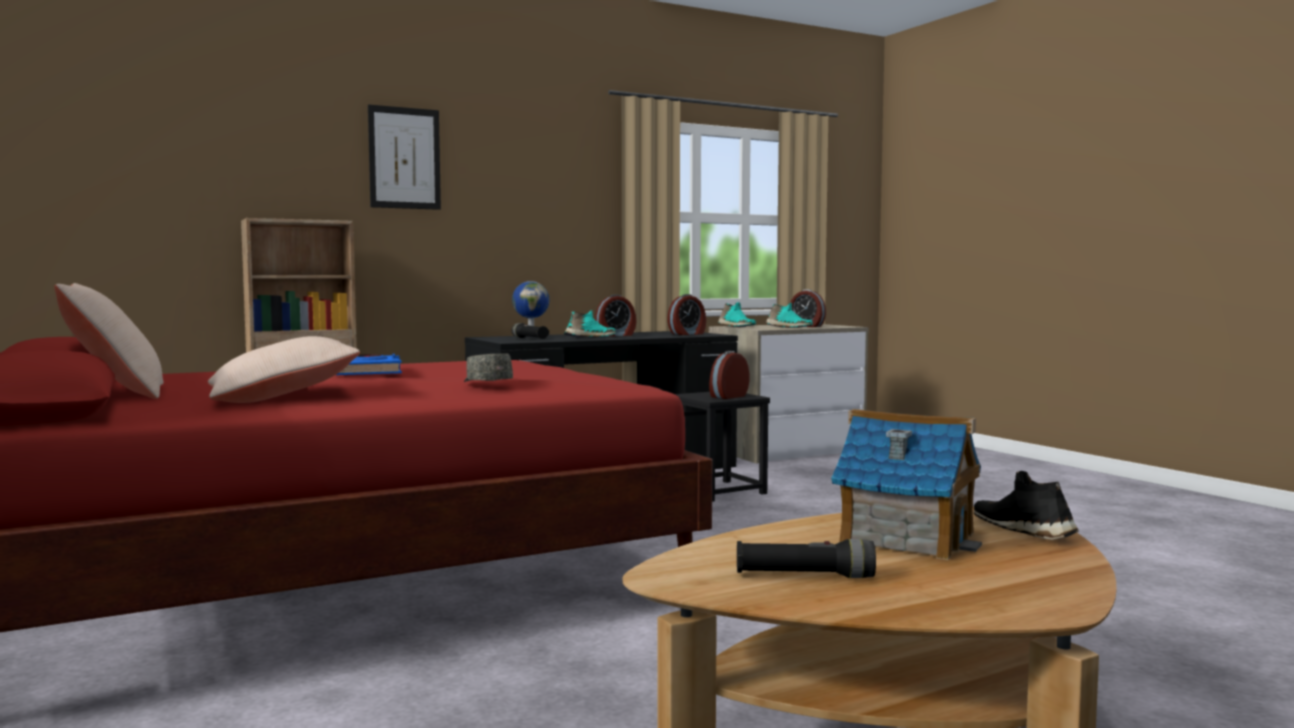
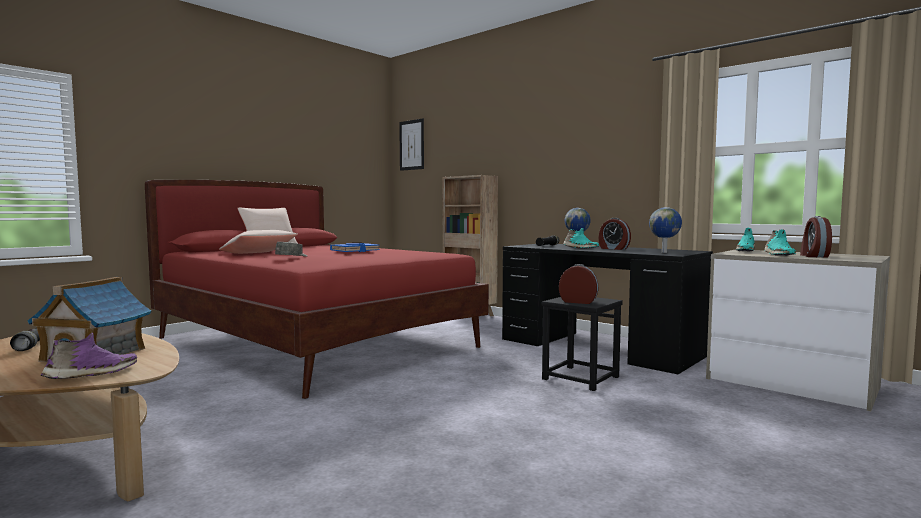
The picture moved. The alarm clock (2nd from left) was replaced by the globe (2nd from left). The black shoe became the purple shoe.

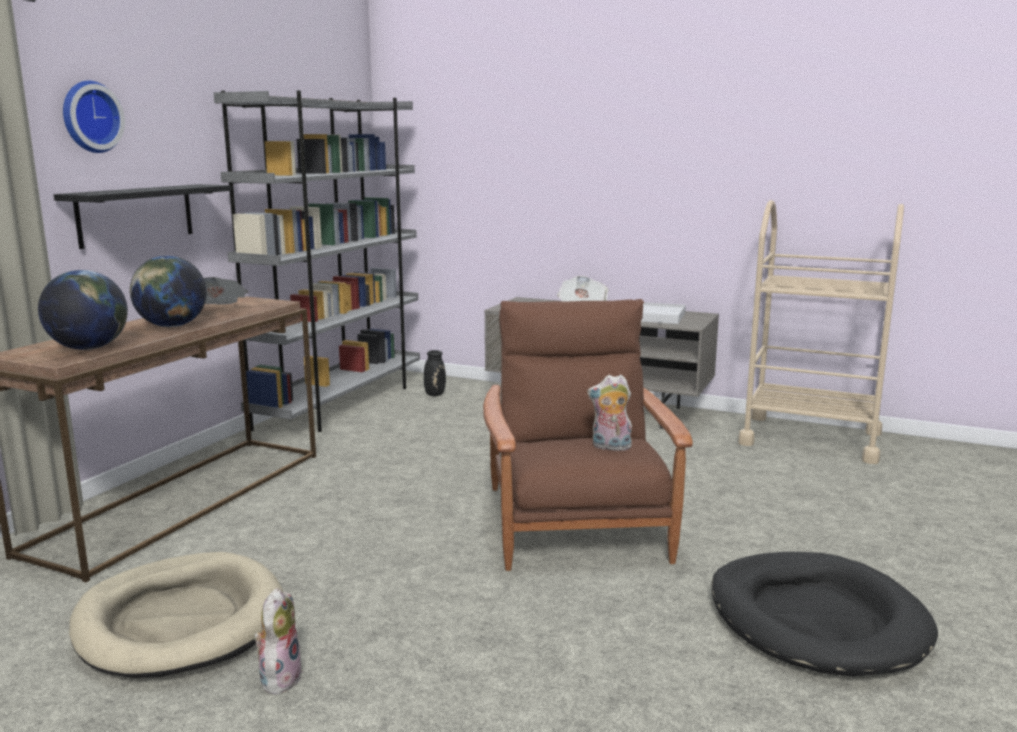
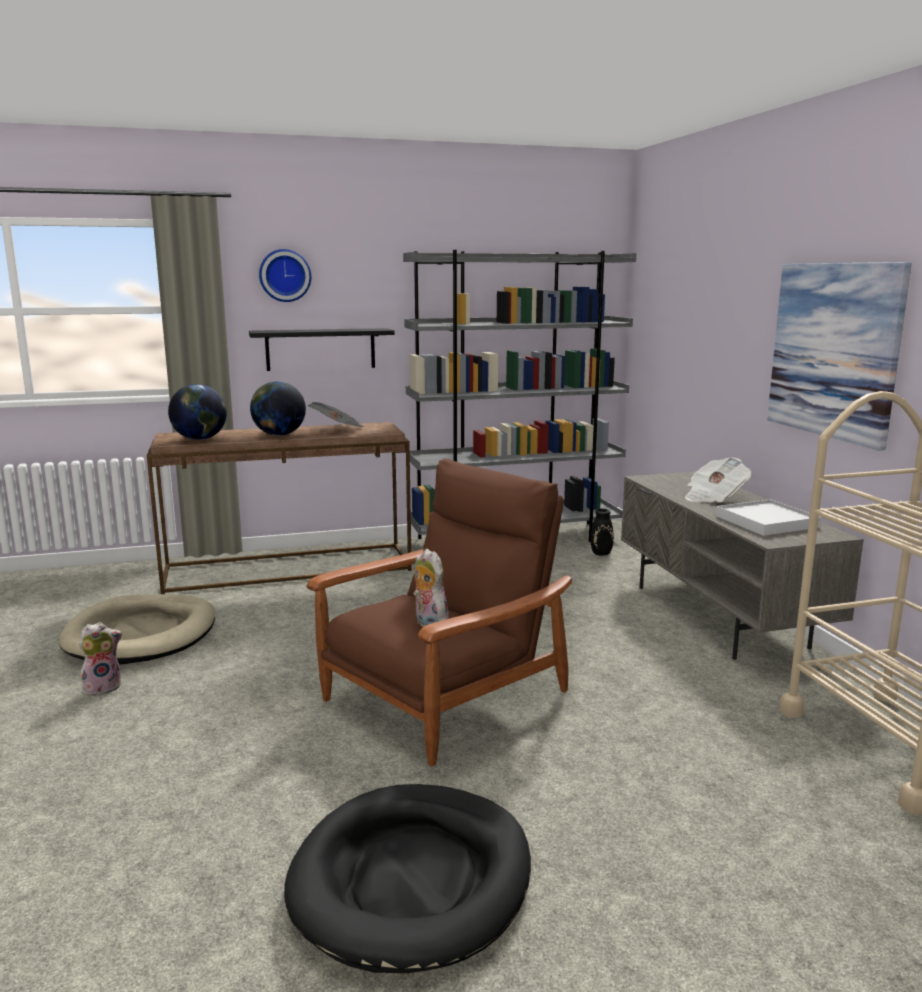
The picture appeared.

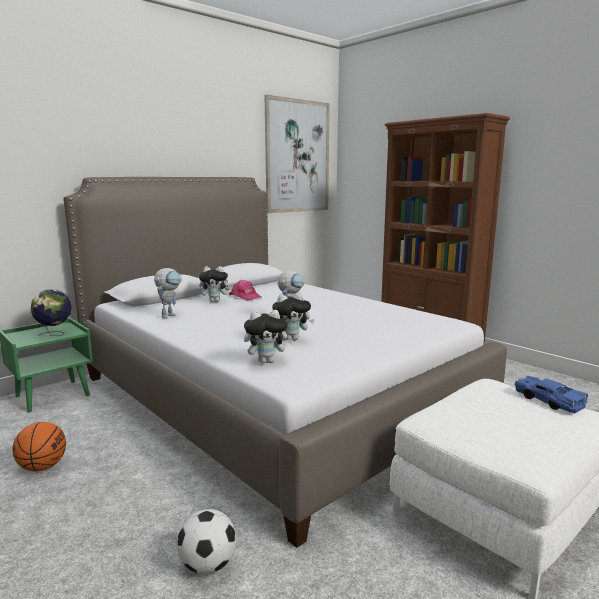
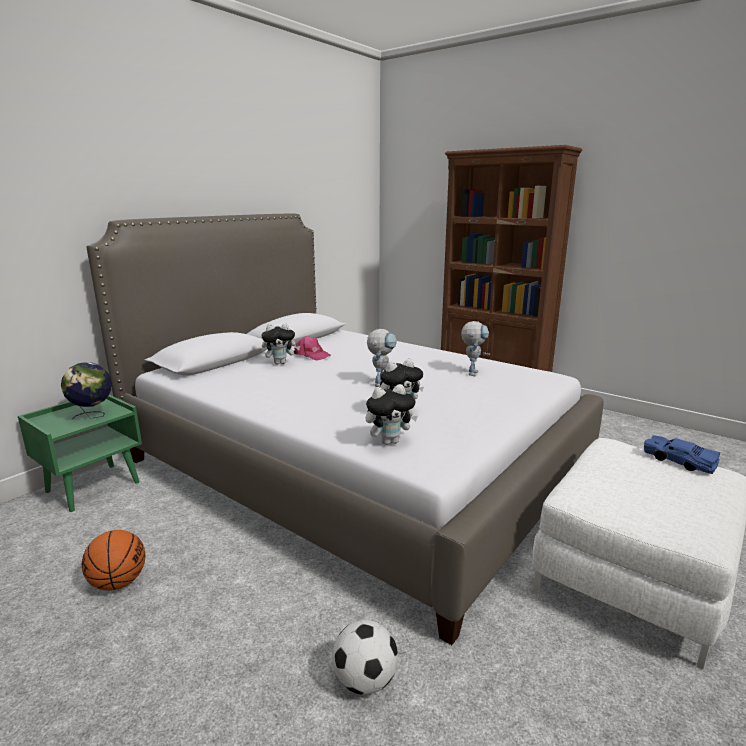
The toy robot (1st from left in the first image) moved. The picture disappeared.

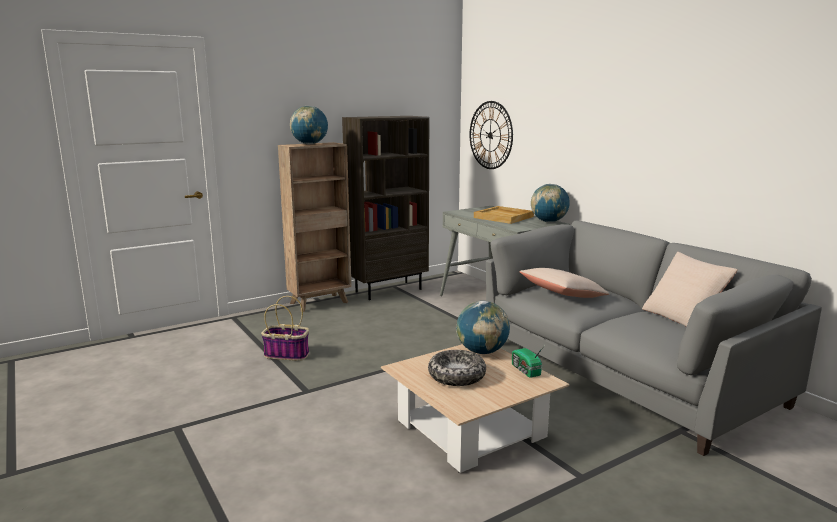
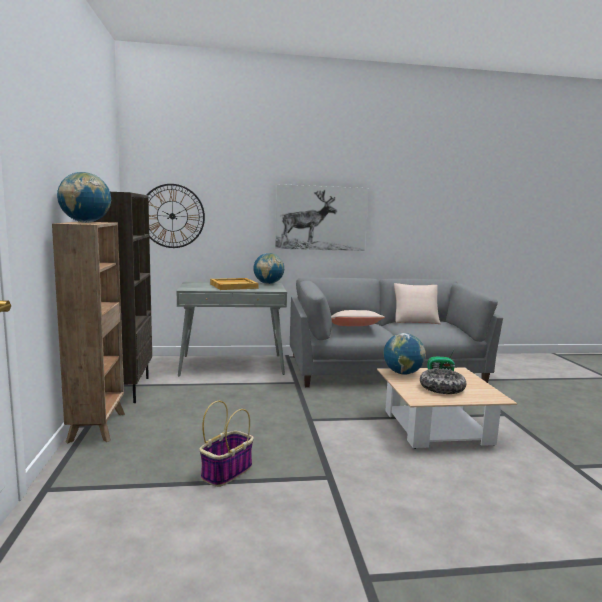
The picture appeared.

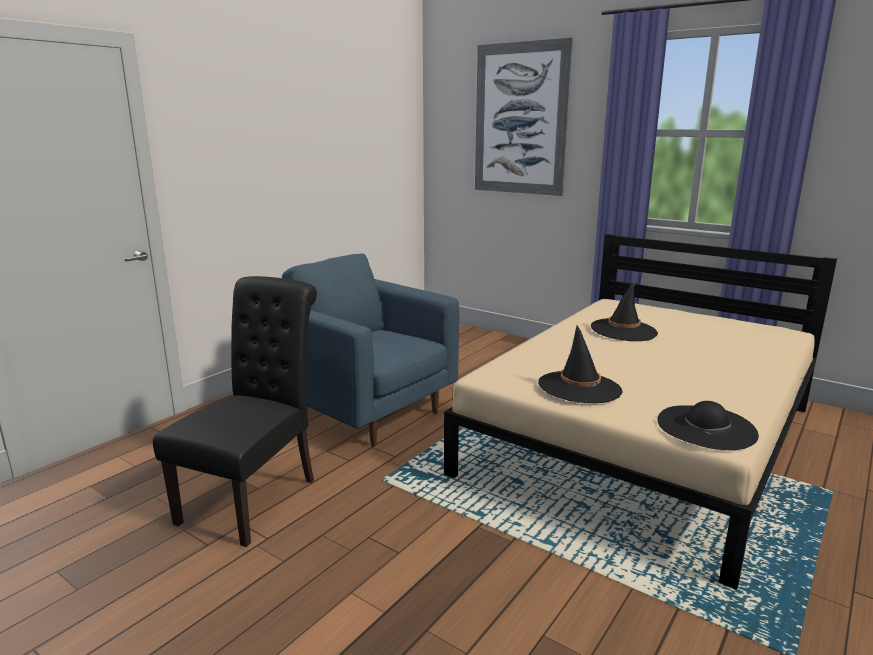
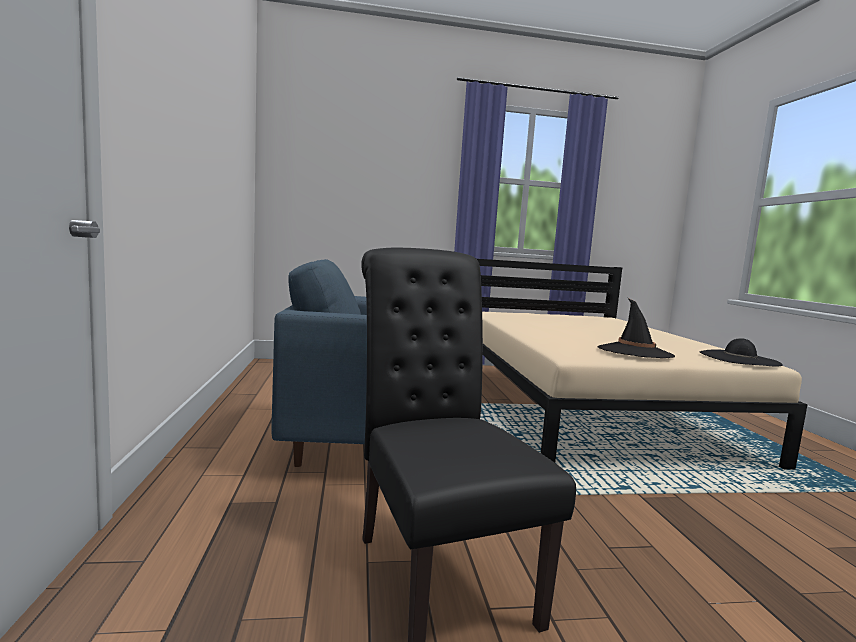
The picture disappeared. The black hat (2nd from left) disappeared.

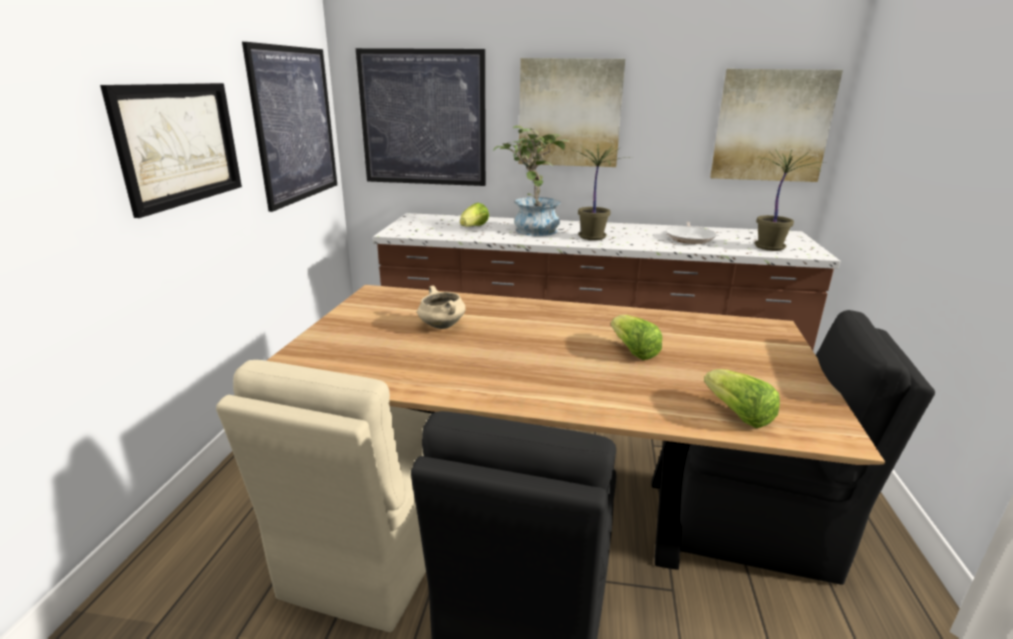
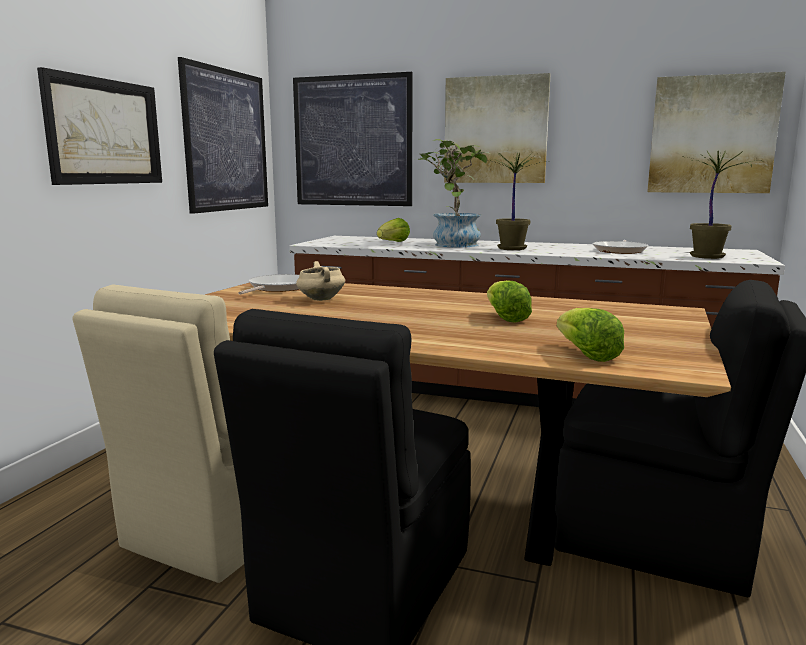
The frying pan (1st from left) appeared.

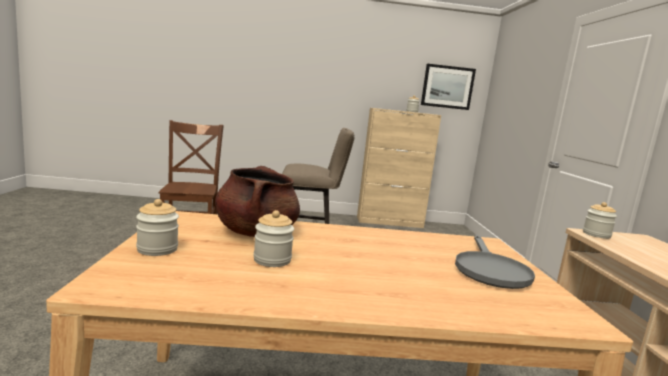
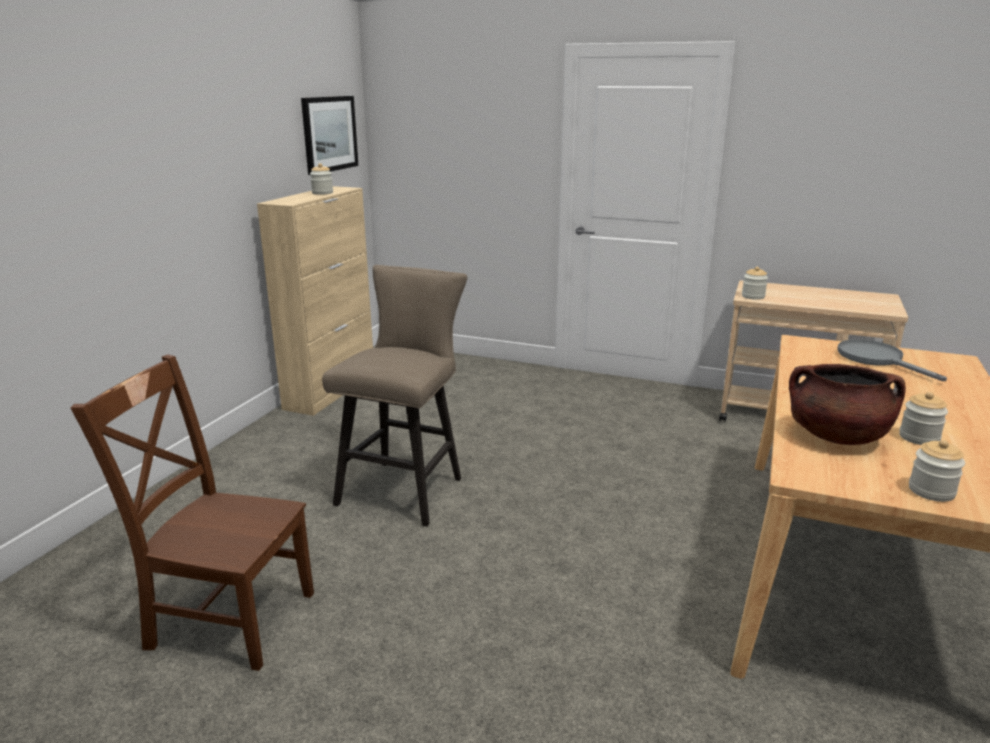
The grey frying pan turned 150 degrees counterclockwise.

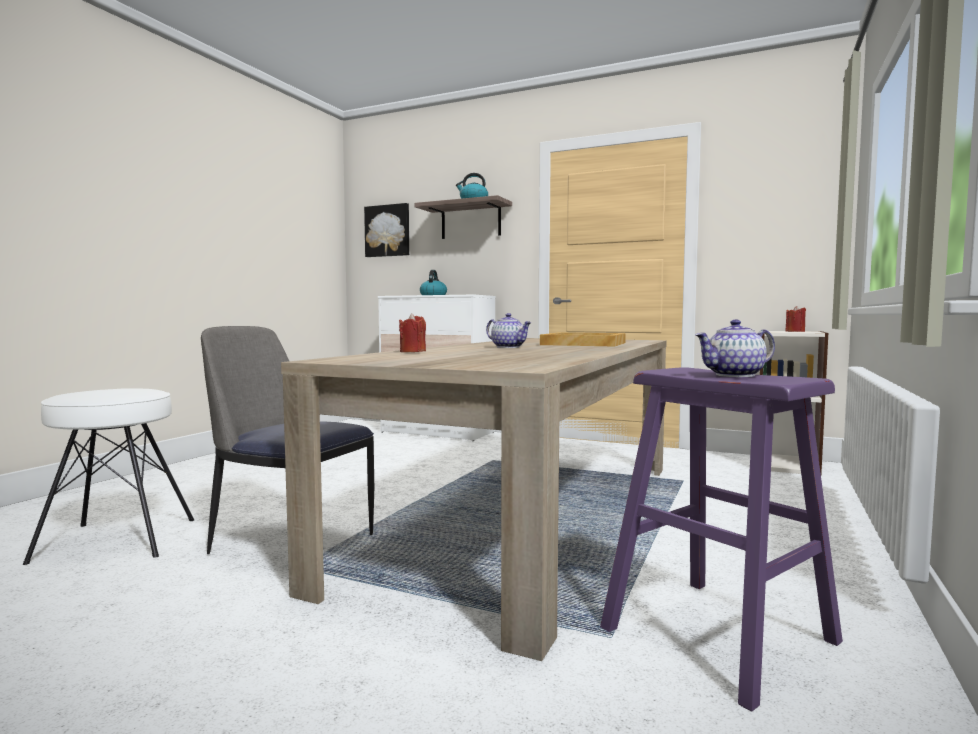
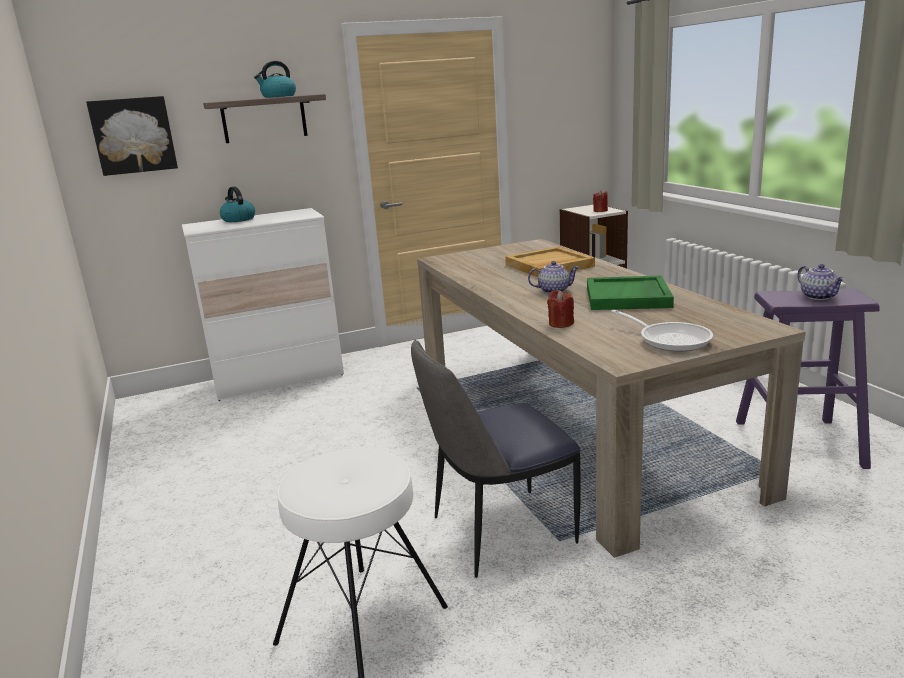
The teapot (2nd from left) turned 45 degrees counterclockwise. The green tray appeared. The frying pan appeared.

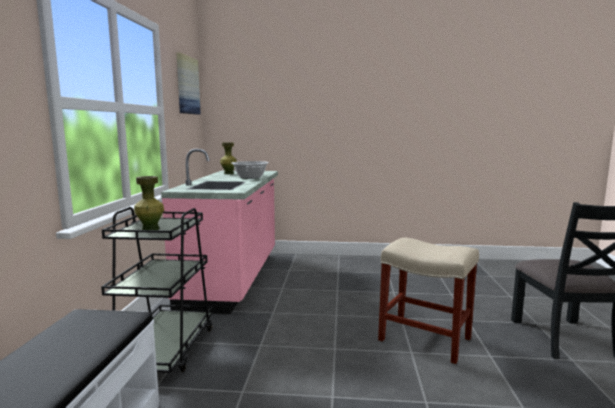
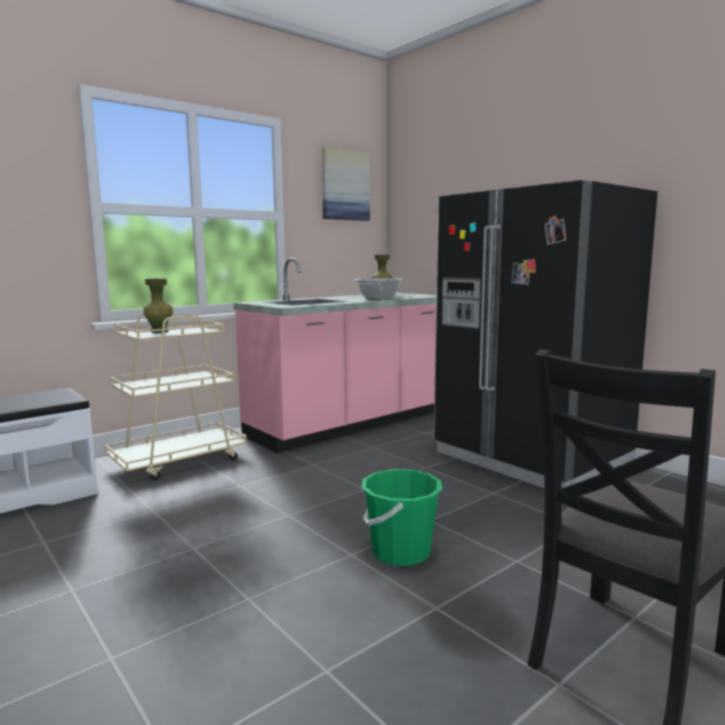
The black cart became the beige cart. The beige stool was replaced by the green bucket. The black fridge appeared.

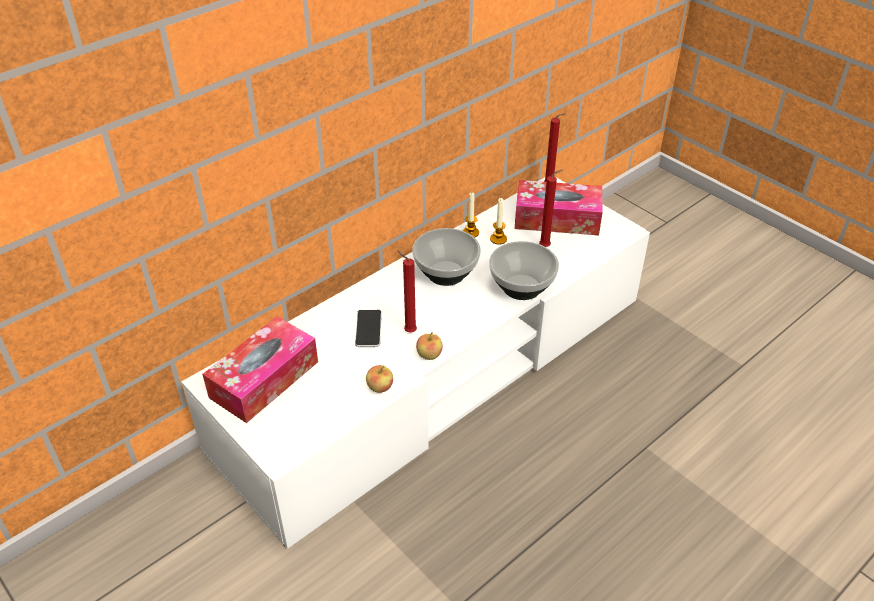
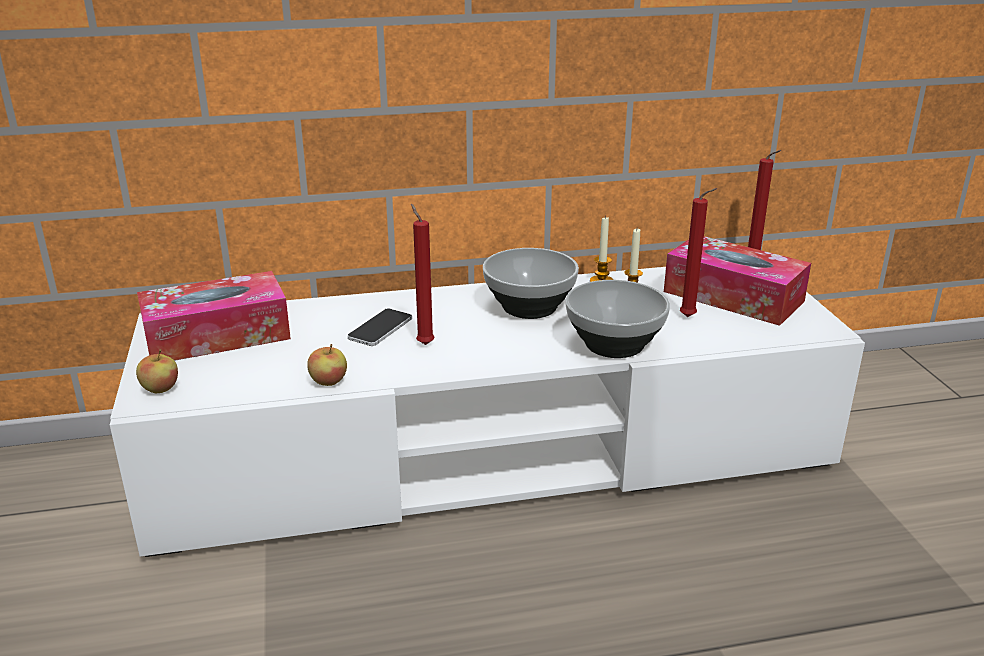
The apple (2nd from left in the first image) moved.

